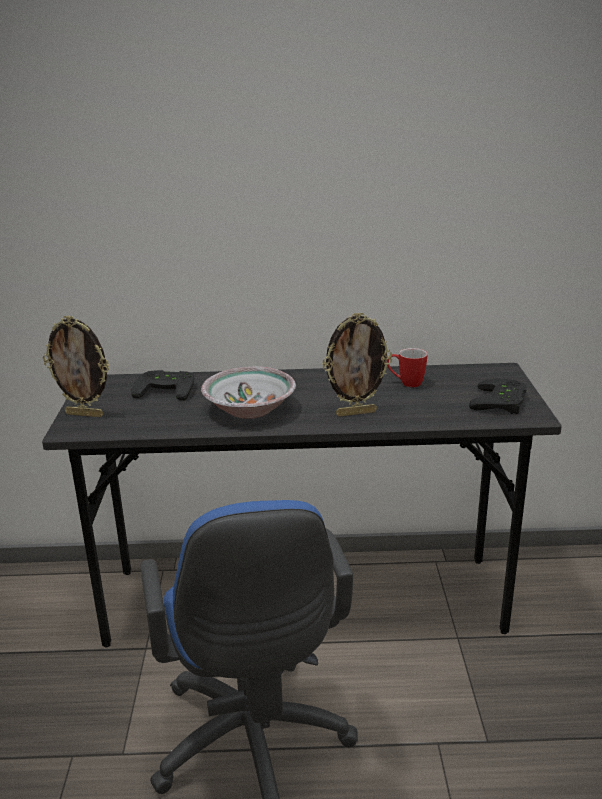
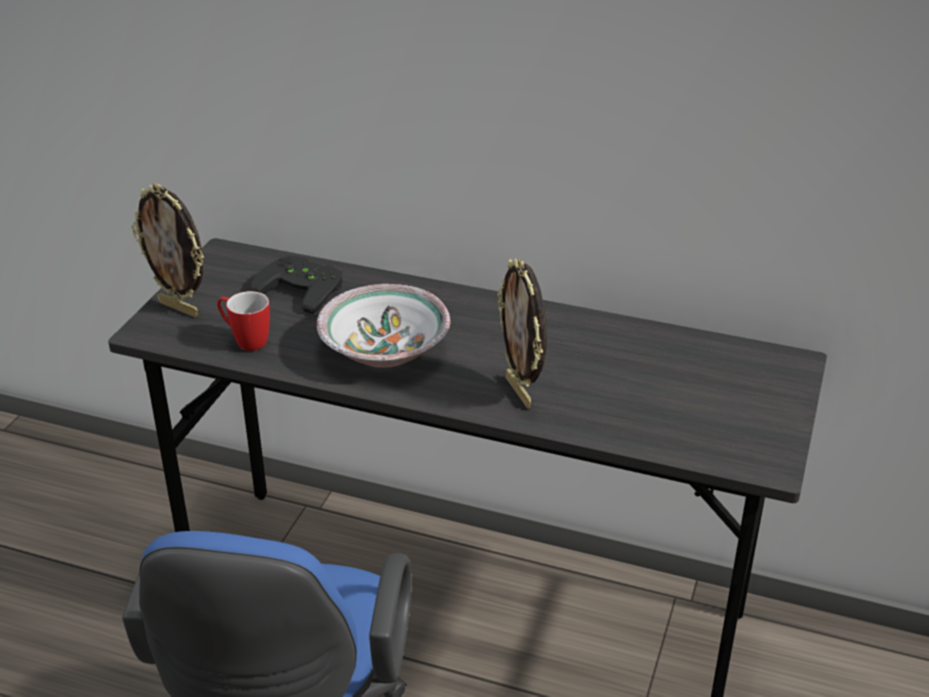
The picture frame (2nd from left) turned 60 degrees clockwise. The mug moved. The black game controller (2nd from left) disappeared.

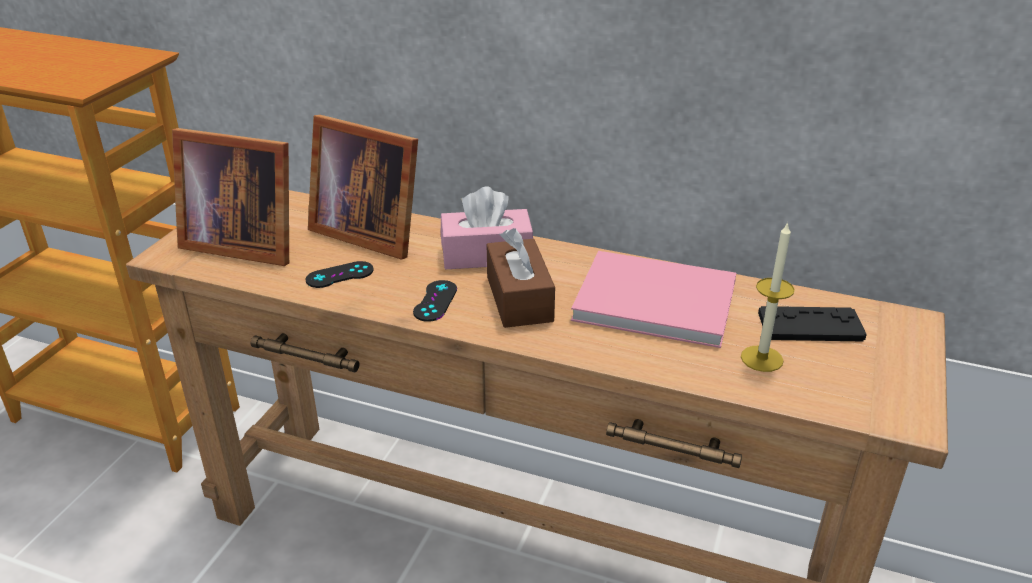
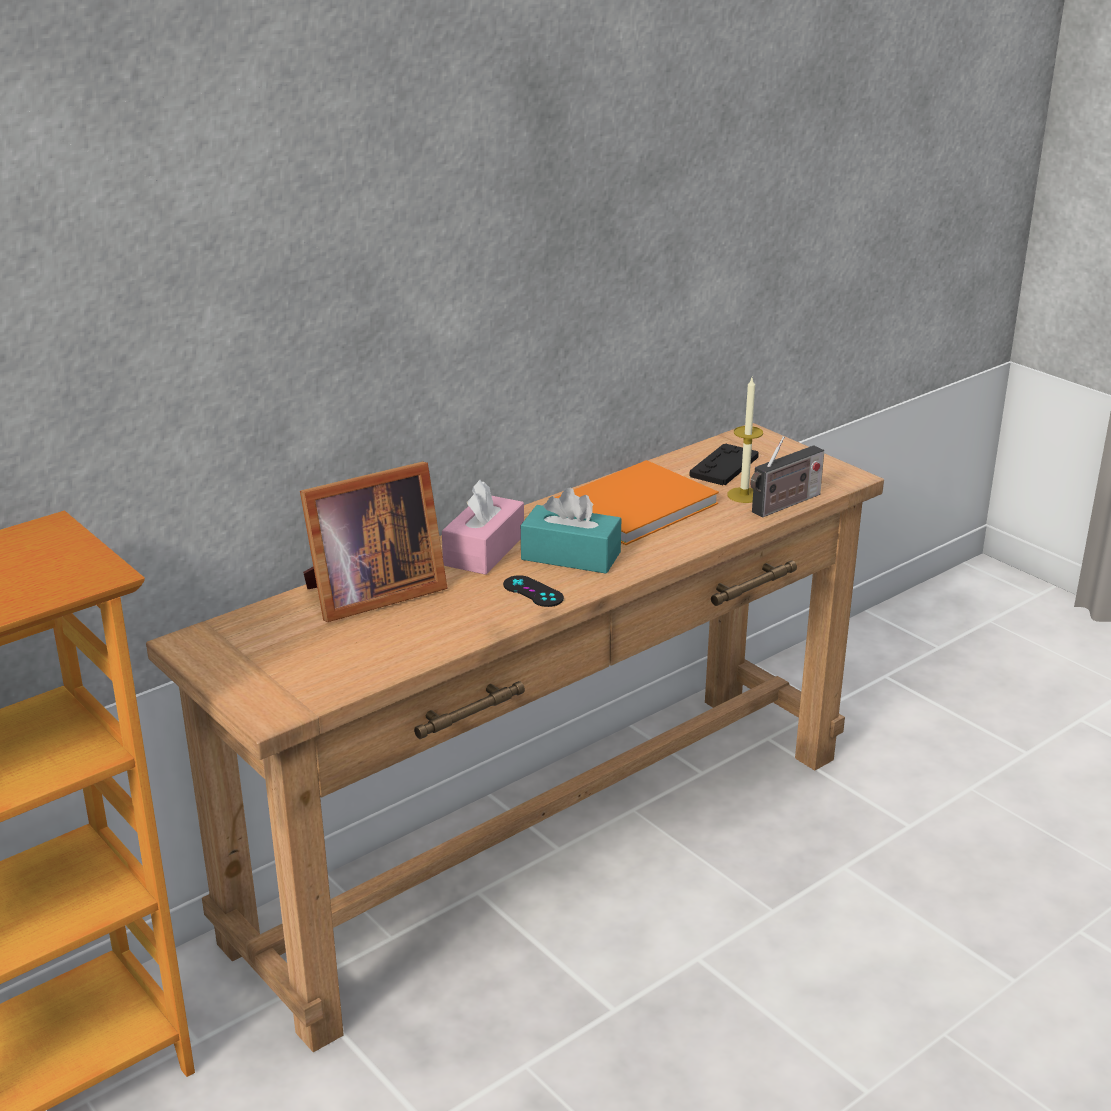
The picture frame (1st from left) disappeared. The black game controller (1st from left) disappeared. The brown tissue box became the turquoise tissue box. The pink book became the orange book. The radio appeared.

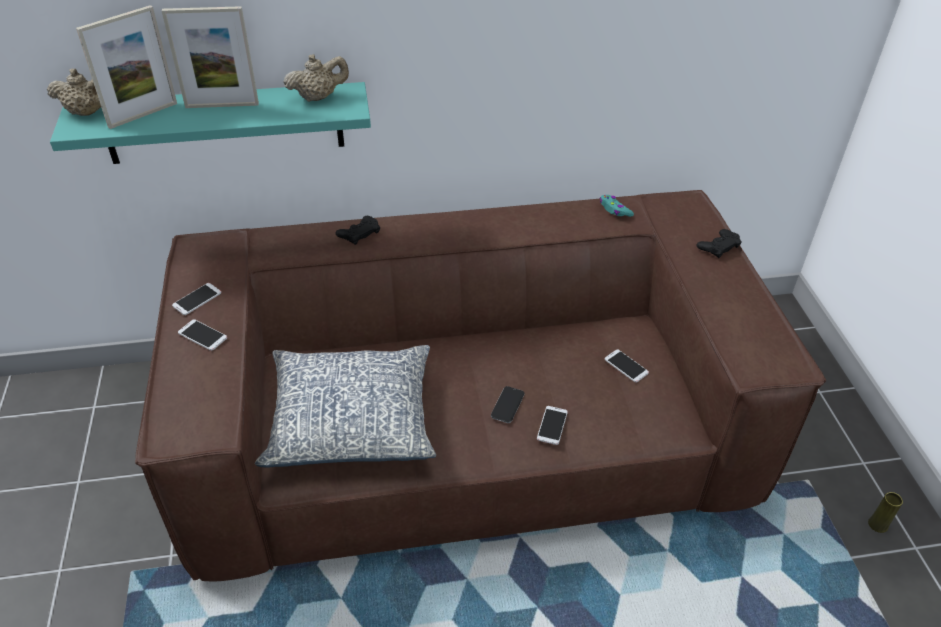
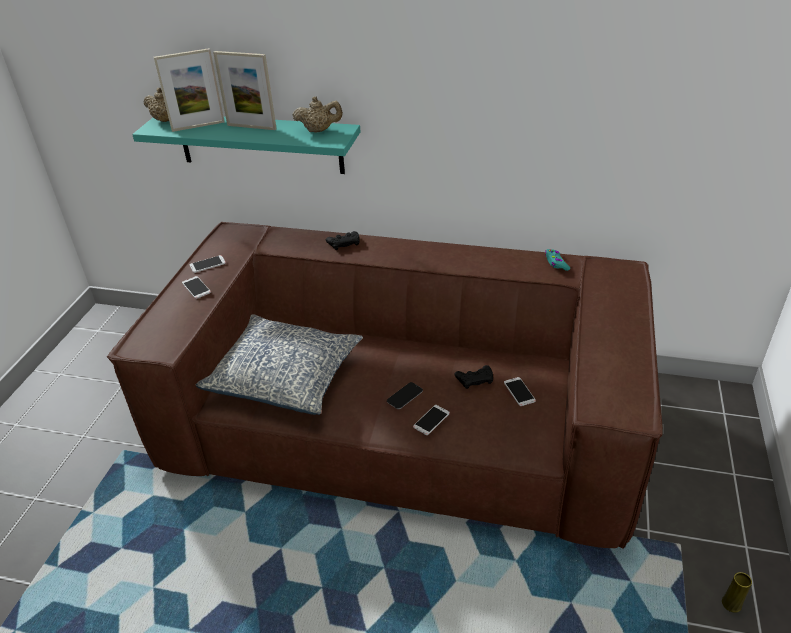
The black game controller (2nd from left) moved.

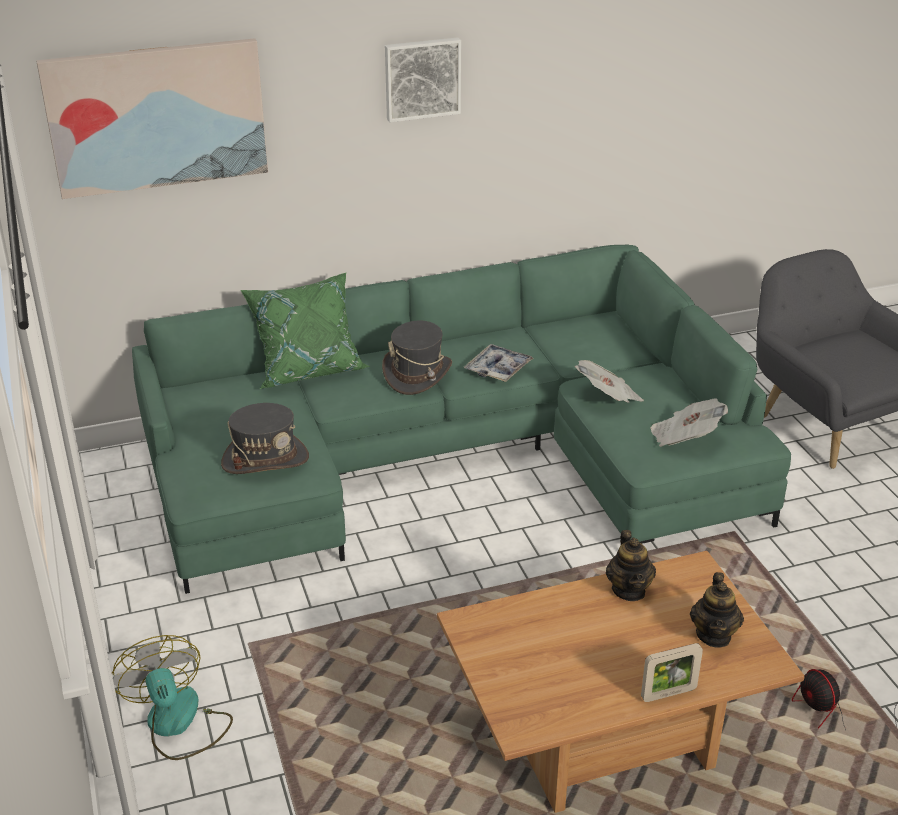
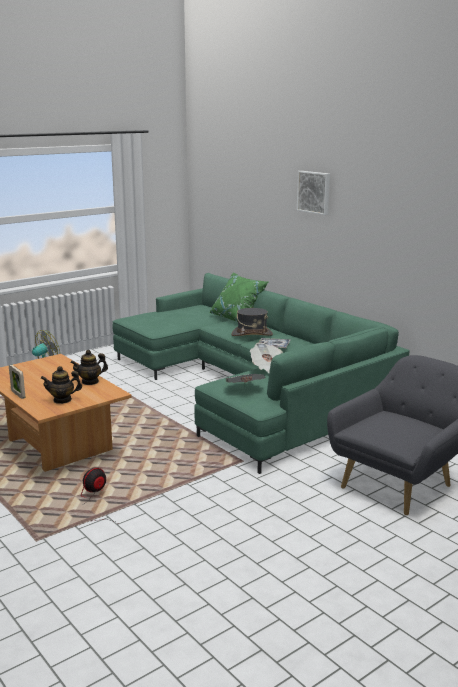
The picture (1st from left) disappeared. The grey hat (1st from left) disappeared.

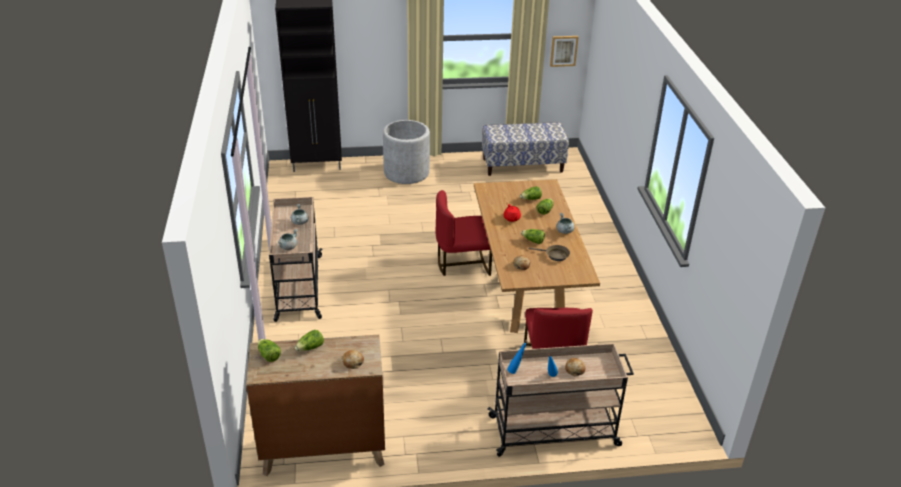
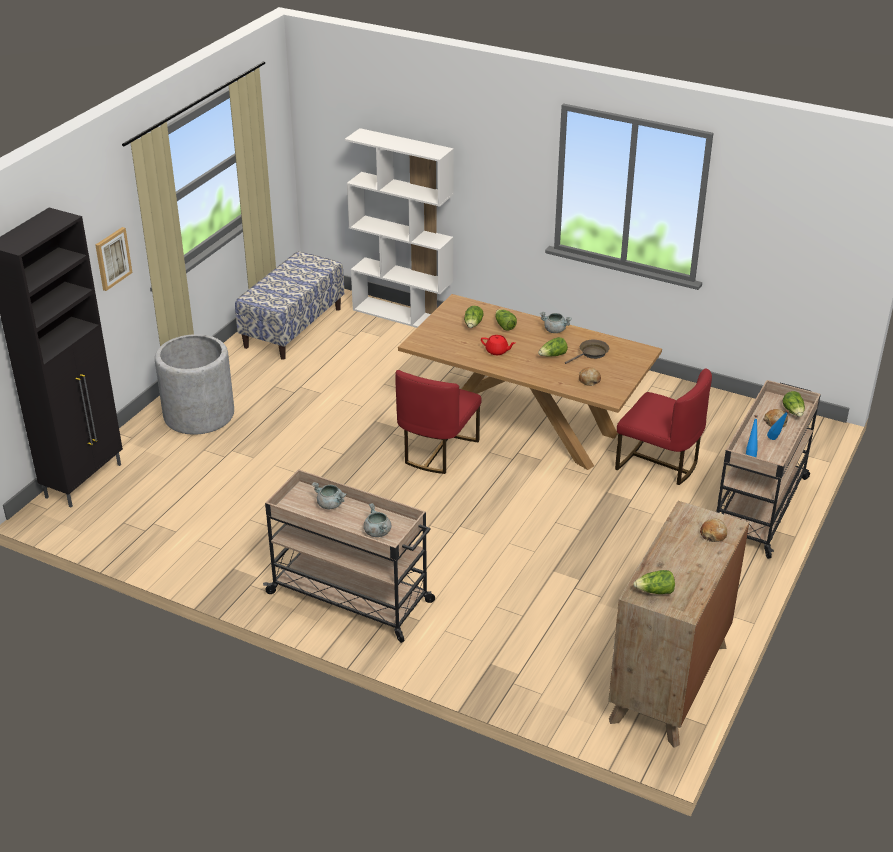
The lettuce (2nd from left in the first image) moved. The picture moved. The white bookcase appeared.

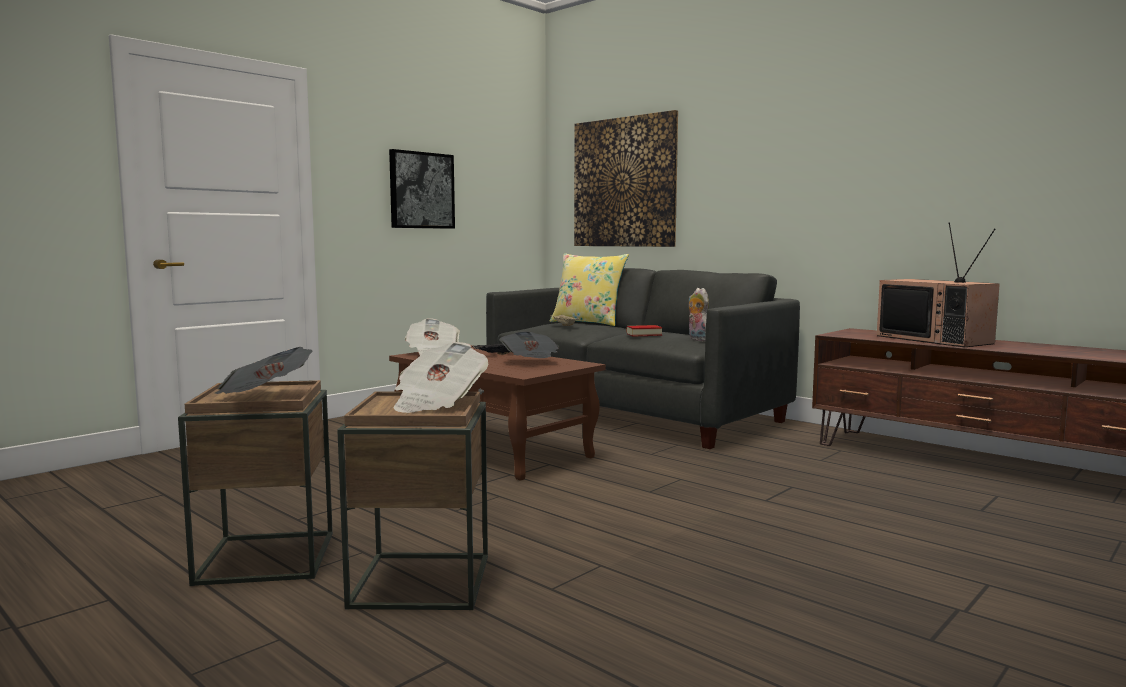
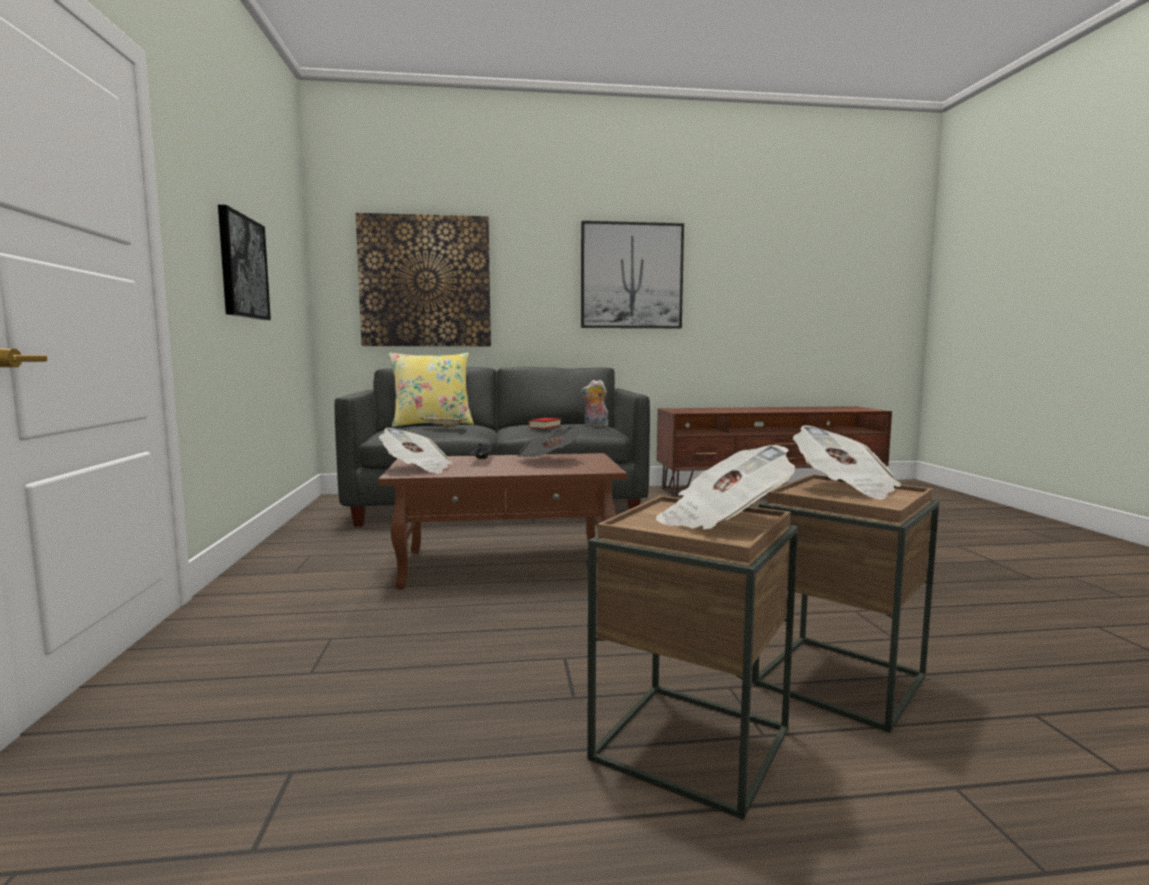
The television disappeared. The picture (3rd from left) appeared.

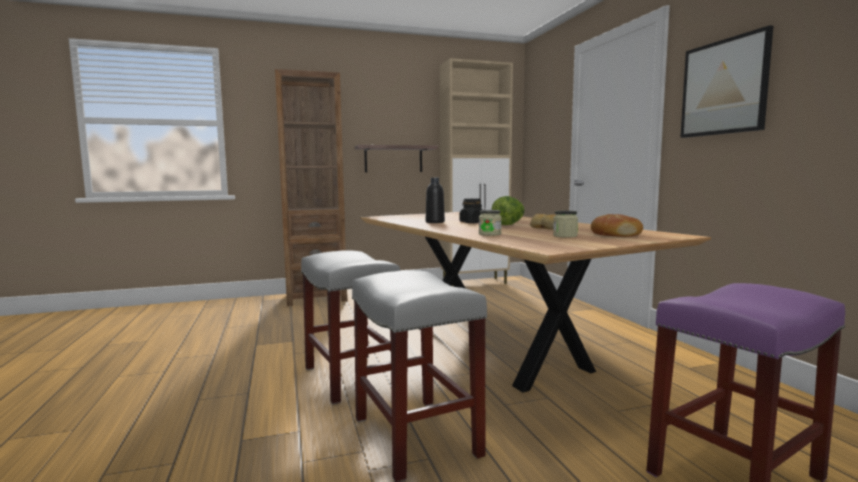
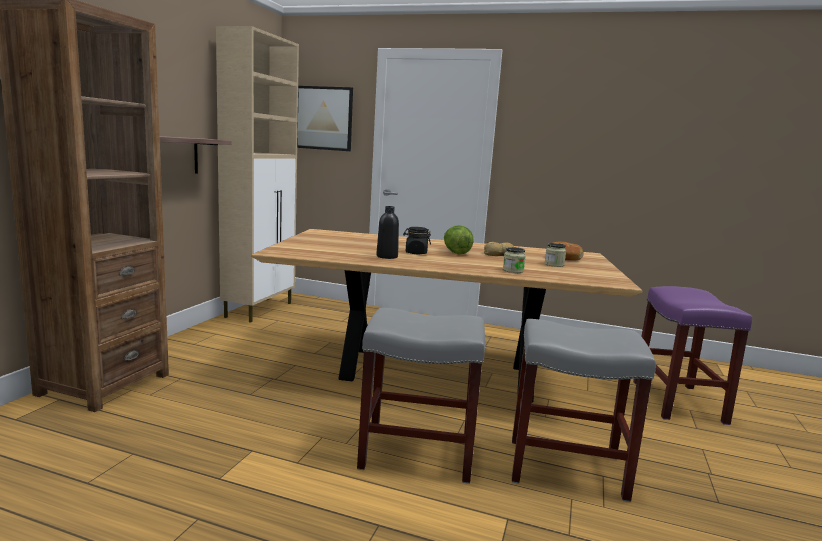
The picture moved.

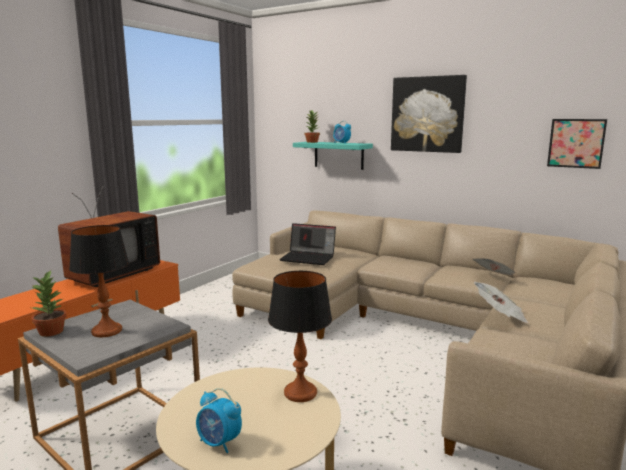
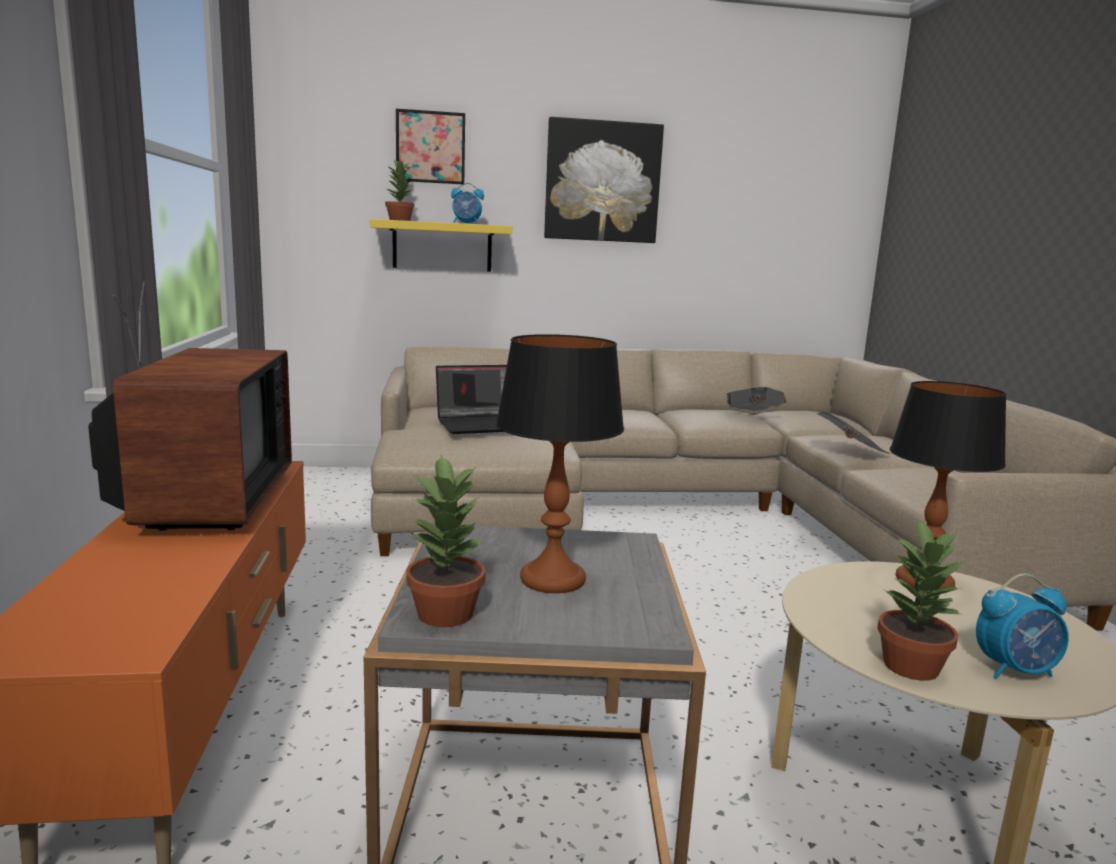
The turquoise shelf became the yellow shelf. The picture (2nd from left in the first image) moved. The potted plant (3rd from left) appeared.

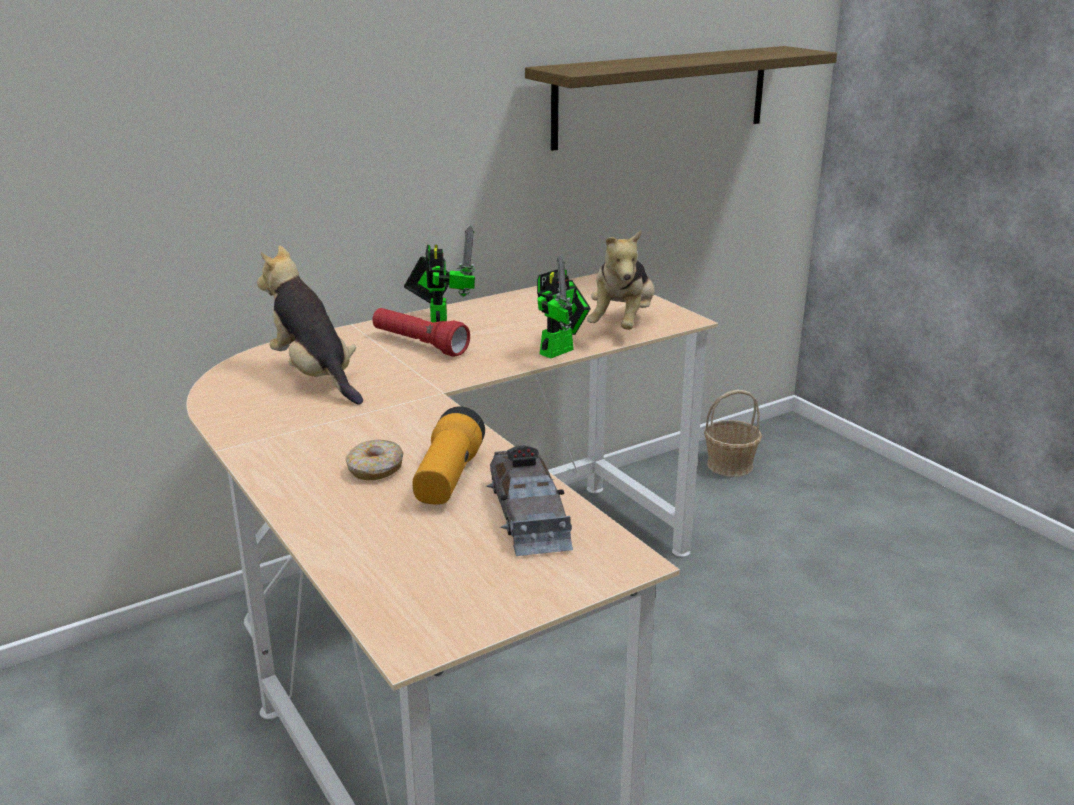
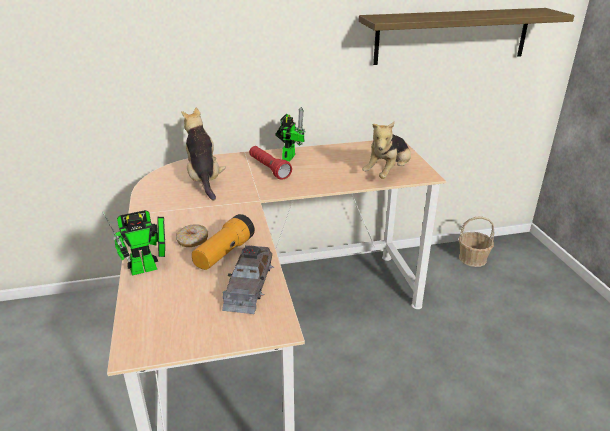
The toy robot (2nd from left in the first image) moved.

